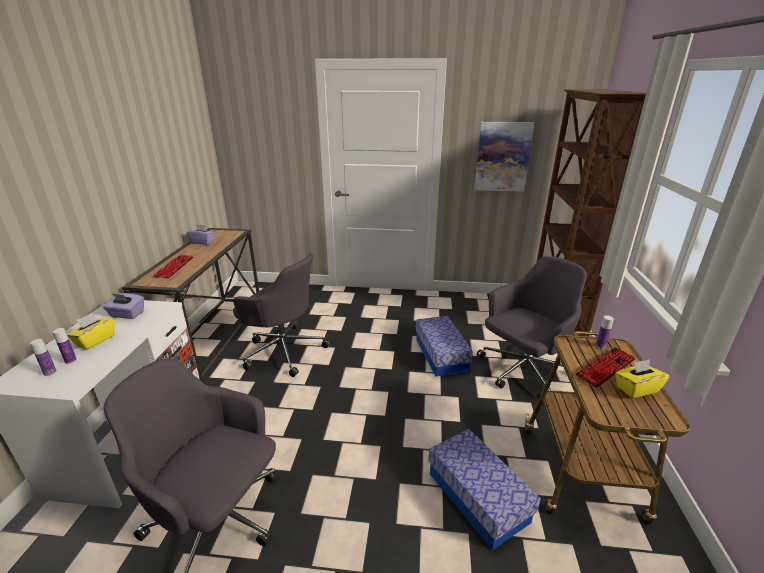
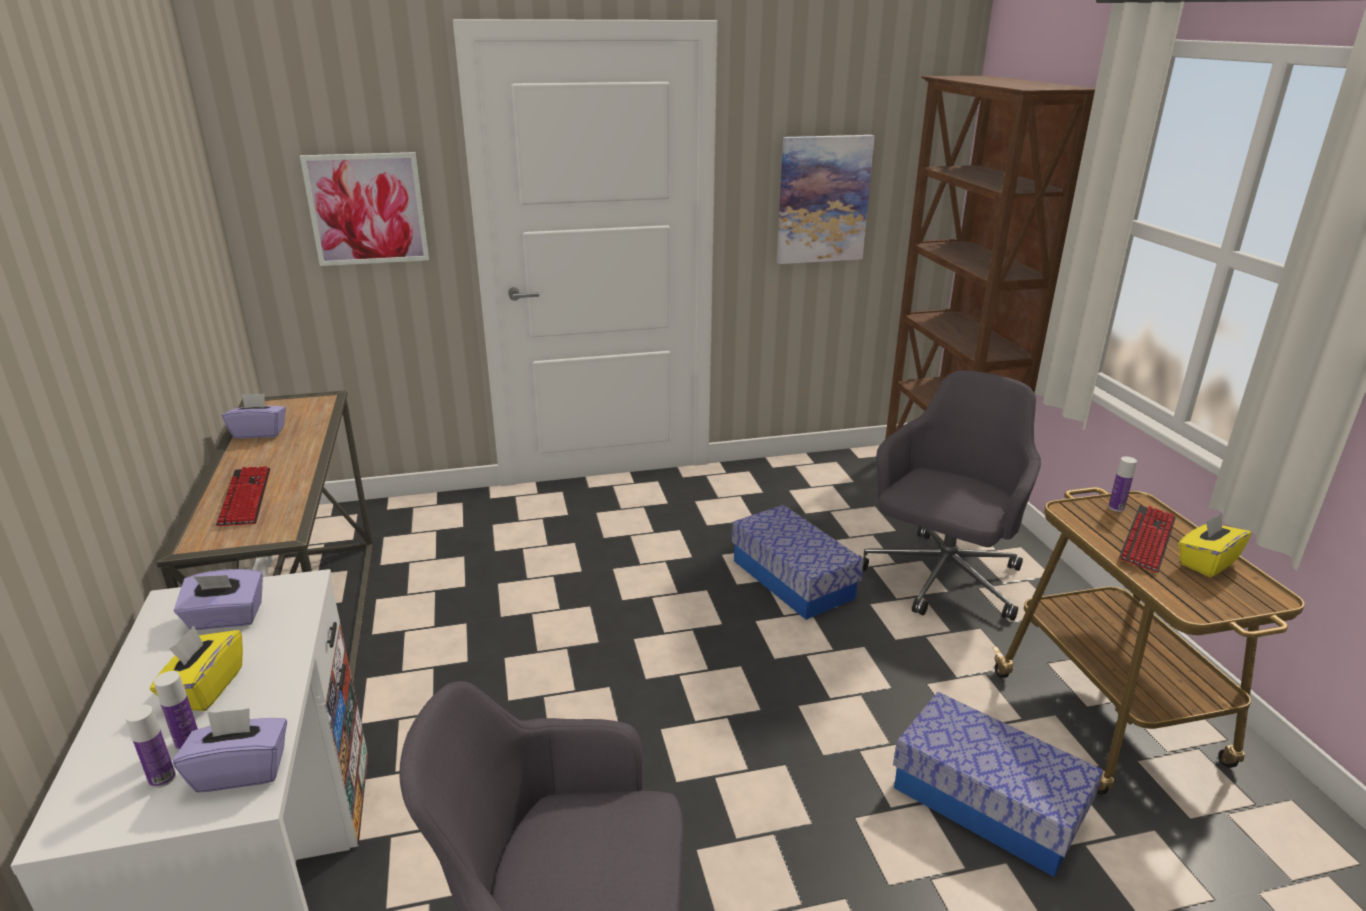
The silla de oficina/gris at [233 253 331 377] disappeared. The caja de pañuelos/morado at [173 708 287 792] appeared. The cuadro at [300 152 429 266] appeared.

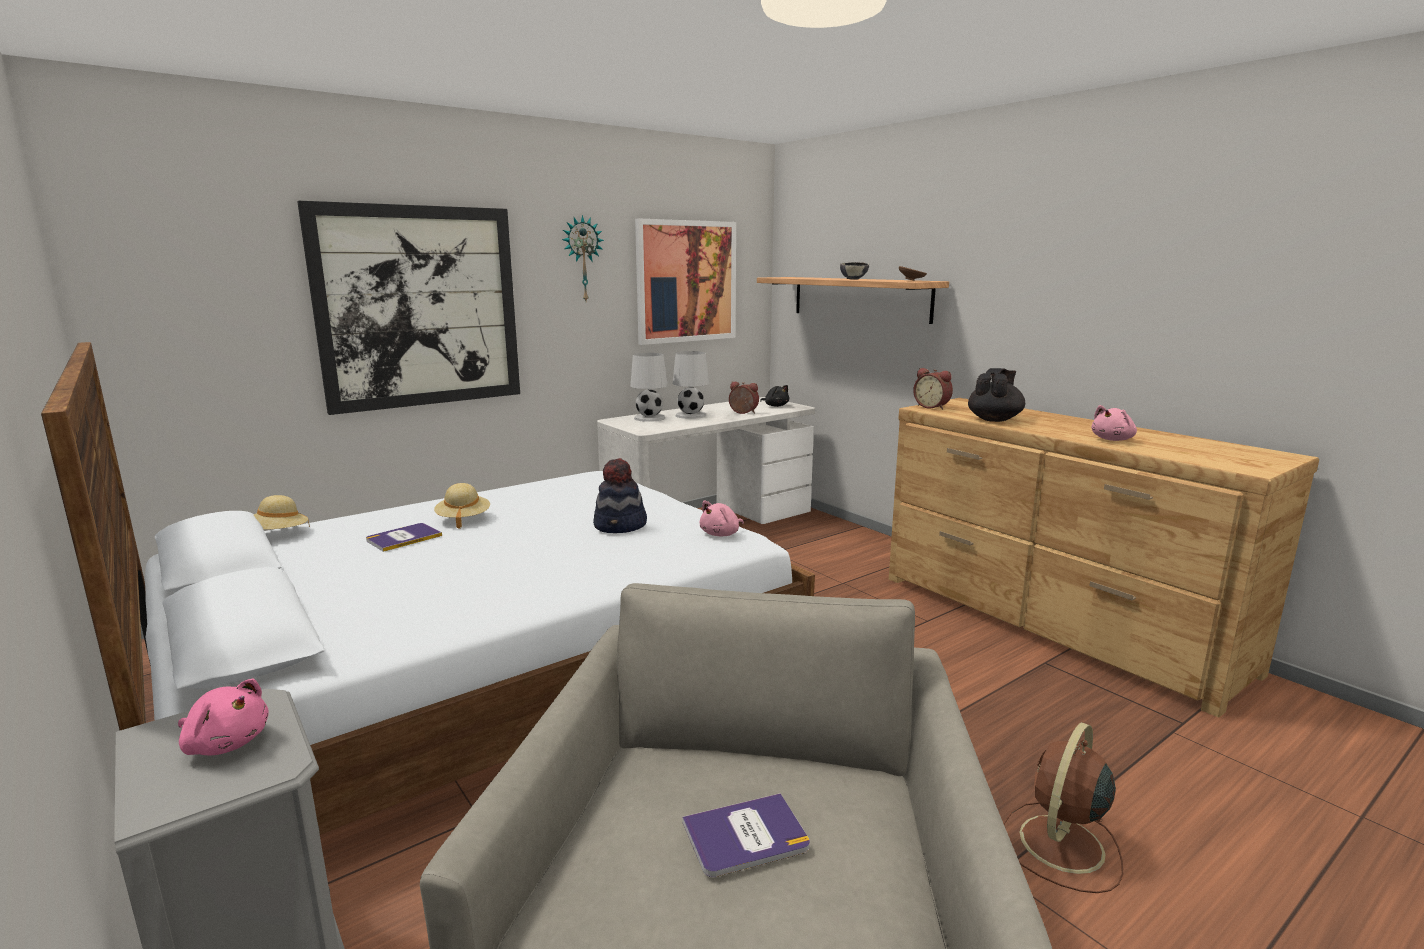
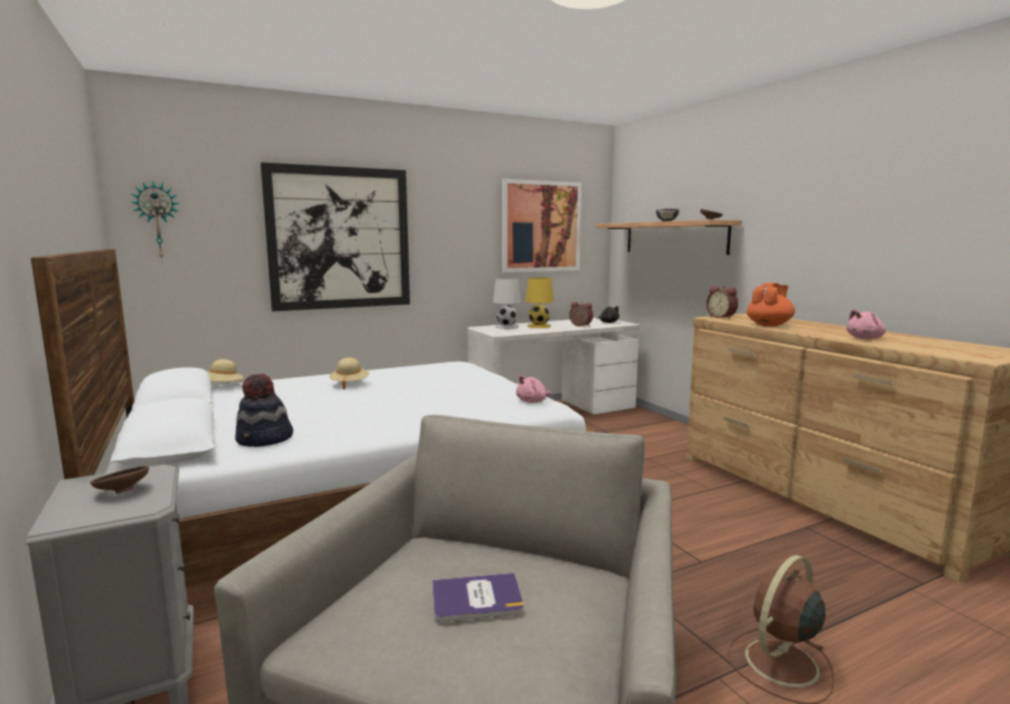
The peluche/rosa at [178 679 269 755] was replaced by the cuenco/marrón at [90 466 149 494]. The libro at [366 523 442 552] disappeared. The reloj de pared moved from [562 215 604 301] to [131 181 180 260]. The sombrero moved from [593 458 647 533] to [235 374 293 447]. The lámpara de mesa/blanco at [673 351 709 419] became the lámpara de mesa/amarillo at [526 278 554 328]. The tetera/negro at [968 368 1025 422] became the tetera/naranja at [747 283 795 326].

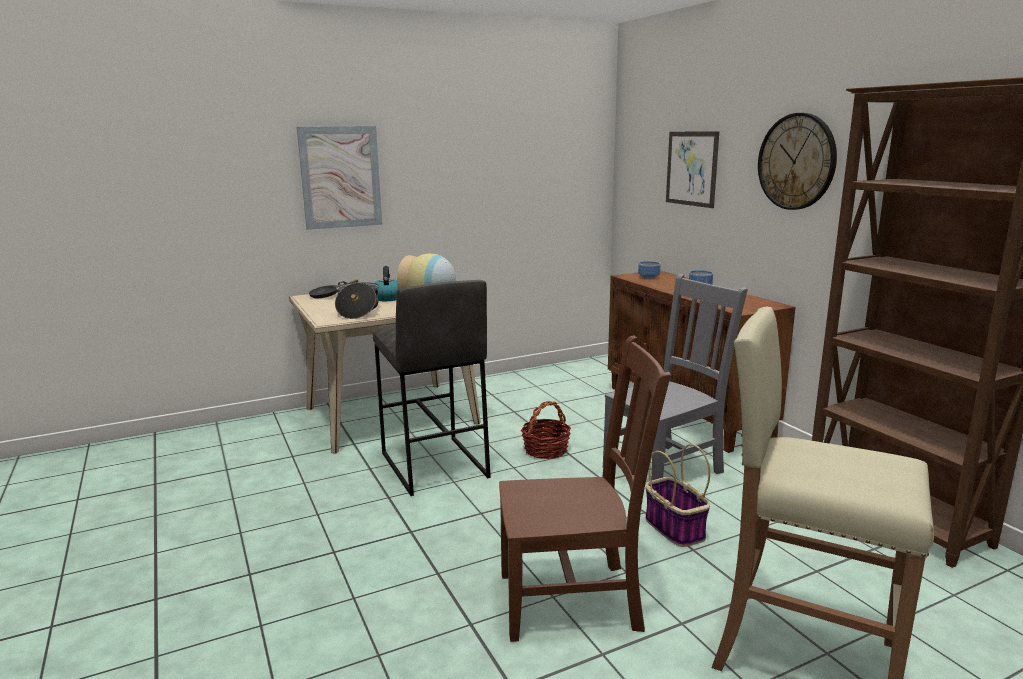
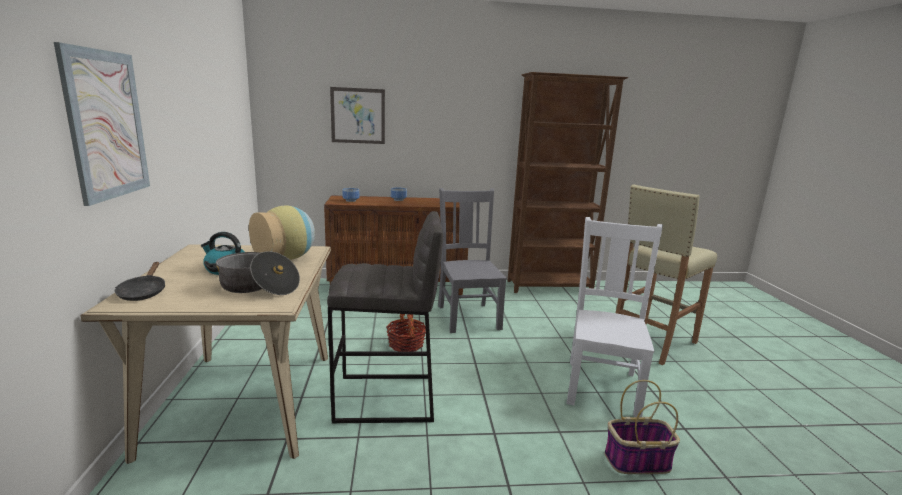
The silla/marrón at [499 335 671 642] became the silla/blanco at [567 217 663 417]. The cesta moved from [646 444 710 547] to [604 380 680 474]. The reloj de pared at [758 113 837 210] disappeared.

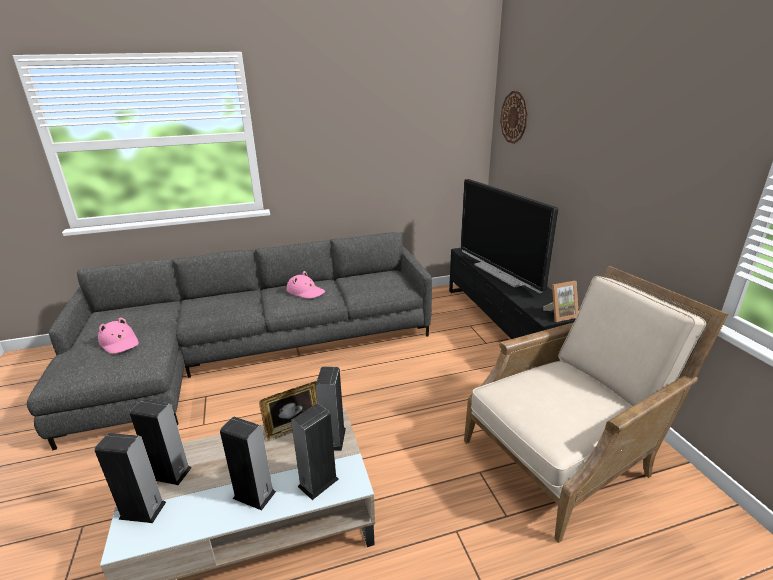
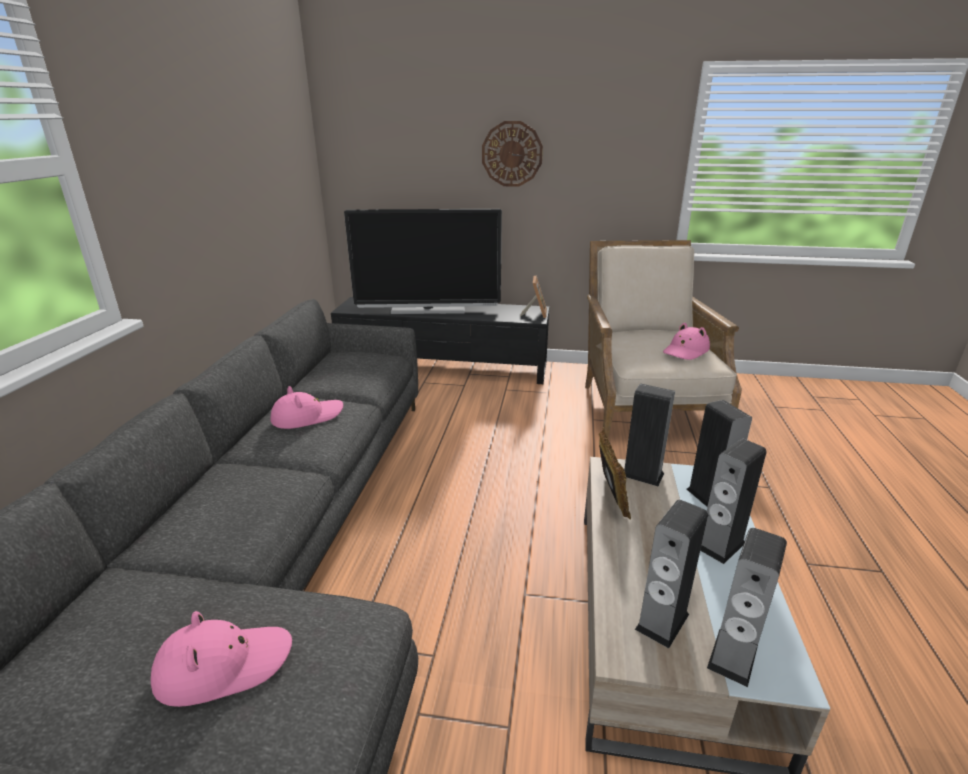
The reloj de pared moved from [500 91 528 144] to [482 121 543 187]. The sombrero/rosa at [663 323 710 360] appeared.

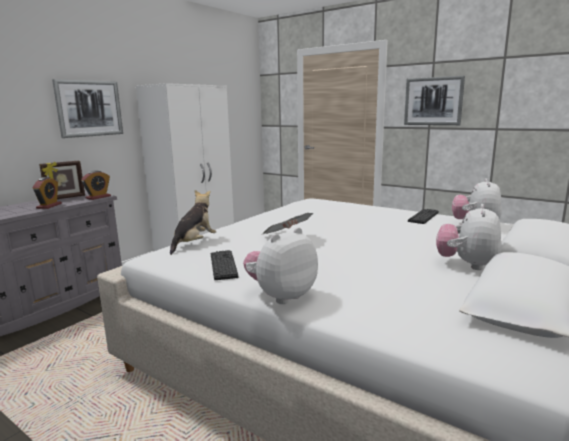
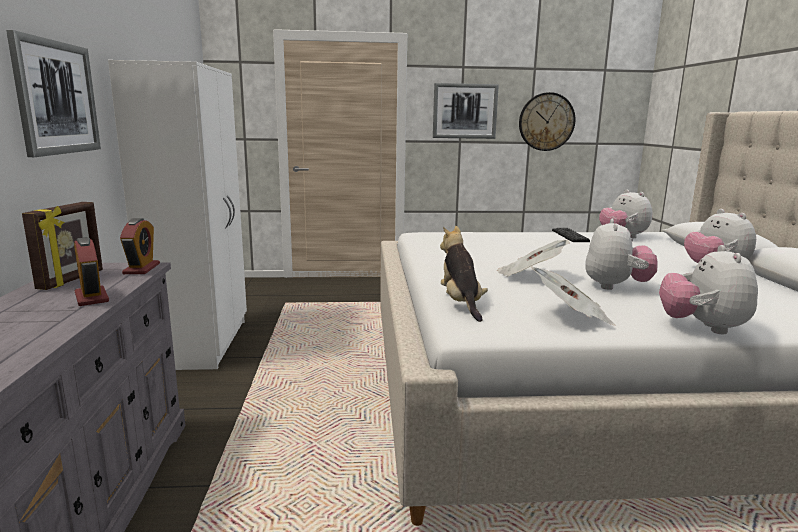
The teclado at [211 250 238 280] was replaced by the periódico at [531 267 617 326]. The reloj de pared at [519 92 575 151] appeared. The peluche at [585 219 658 290] appeared.

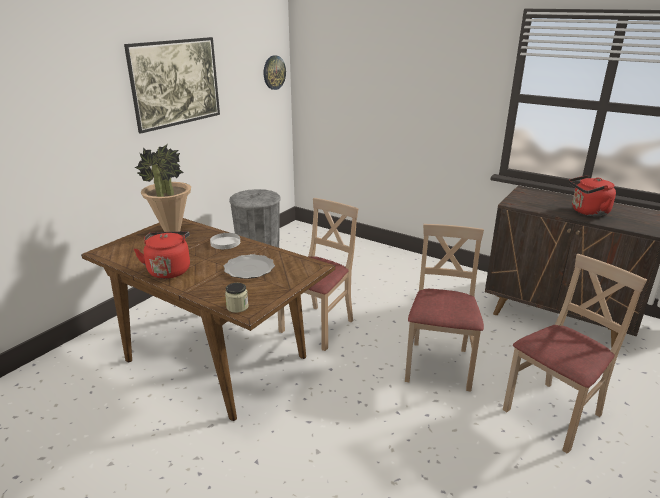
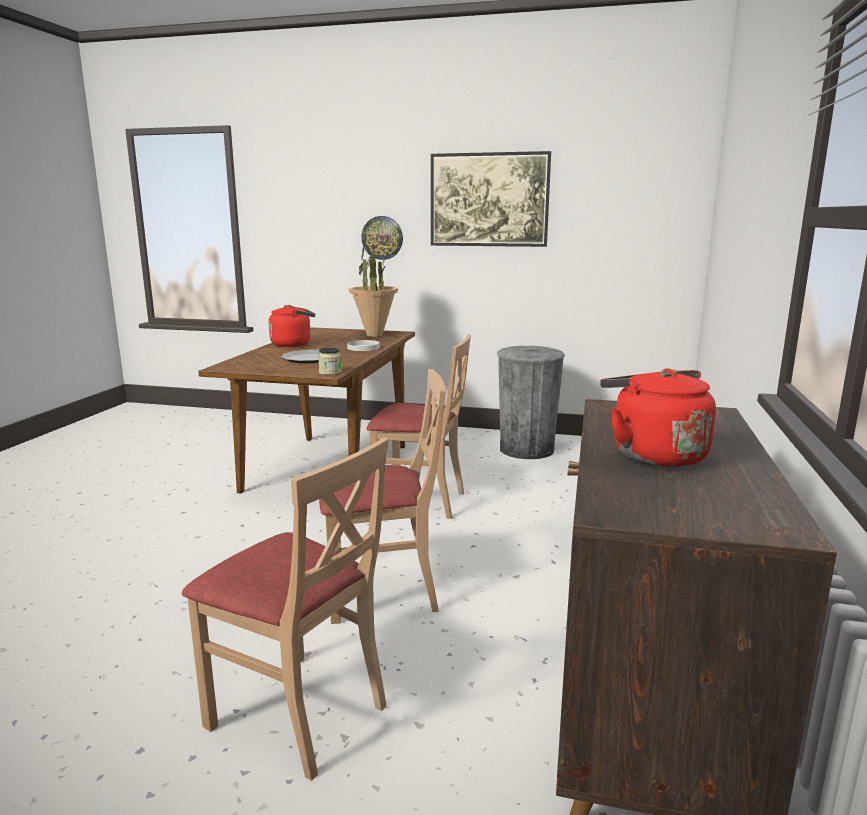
The tarro moved from [225 283 249 313] to [318 347 341 375]. The reloj de pared moved from [264 55 286 90] to [361 216 403 260].

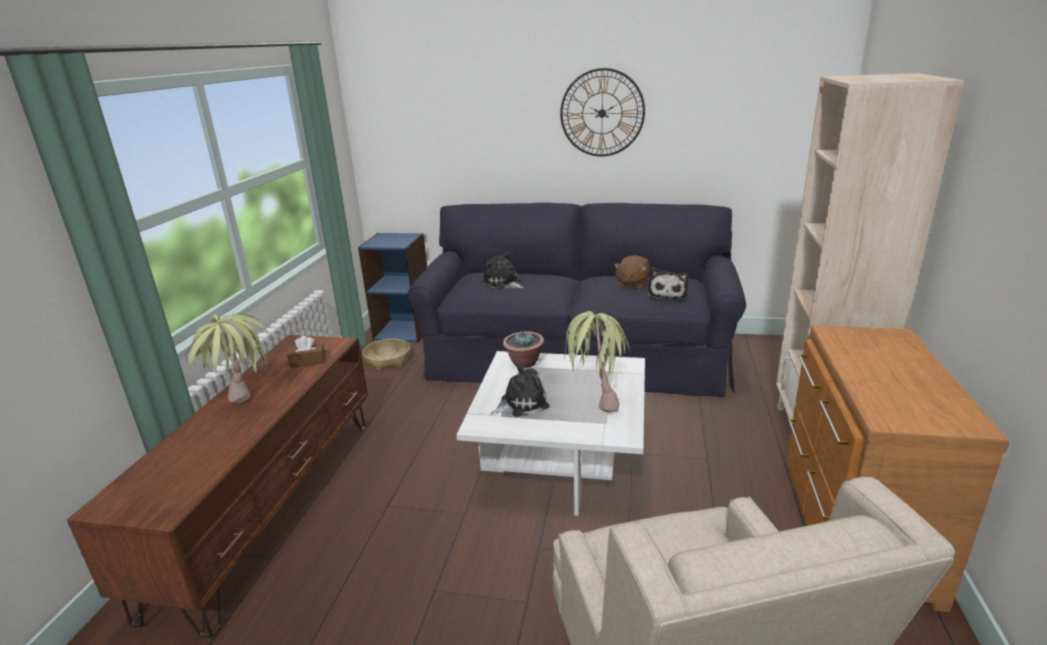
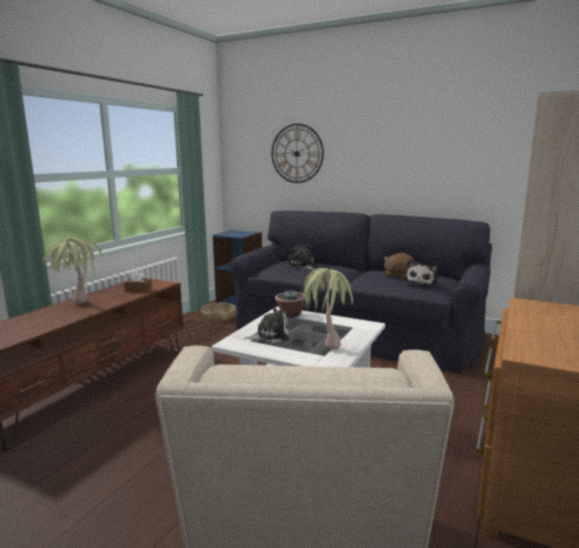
The reloj de pared moved from [560 68 645 157] to [272 124 324 183].

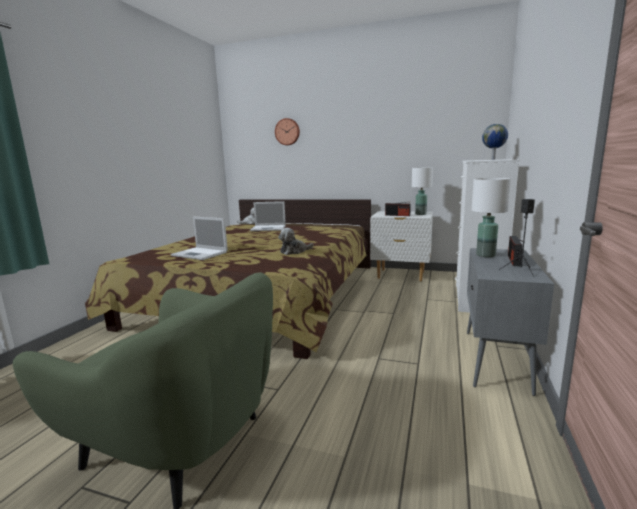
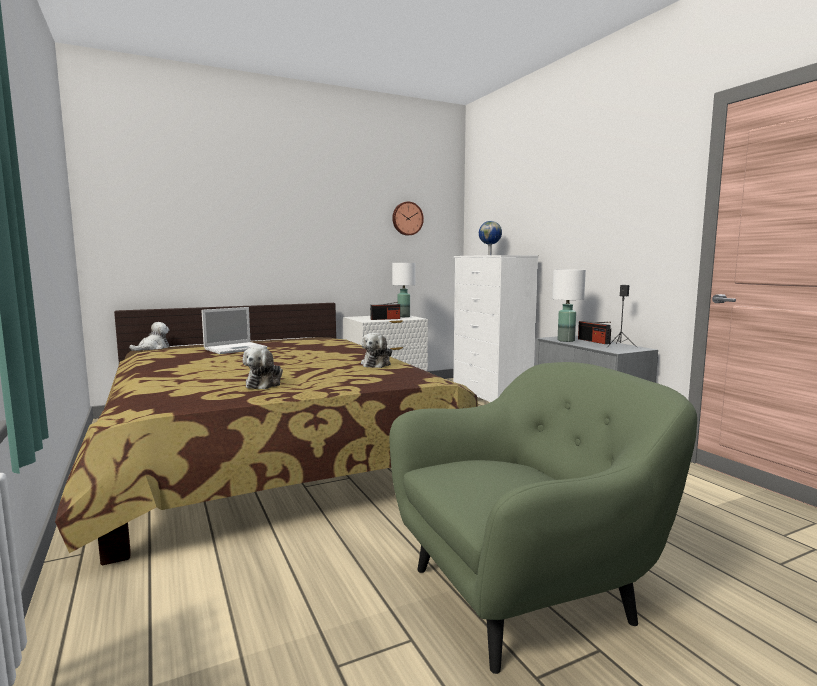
The portátil at [171 216 228 260] was replaced by the peluche at [243 346 283 389]. The reloj de pared moved from [275 118 300 145] to [392 202 424 236].

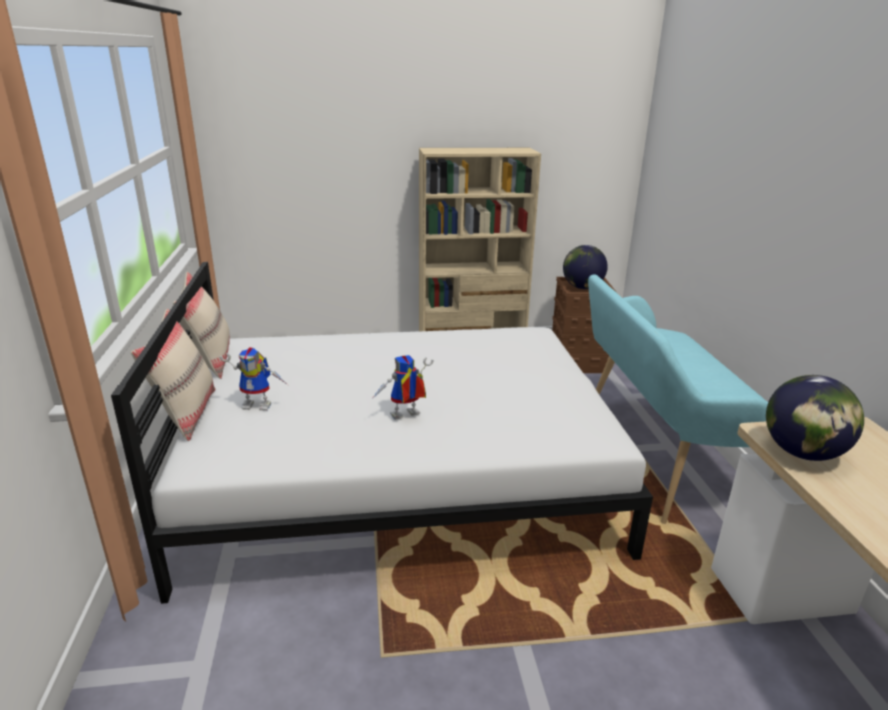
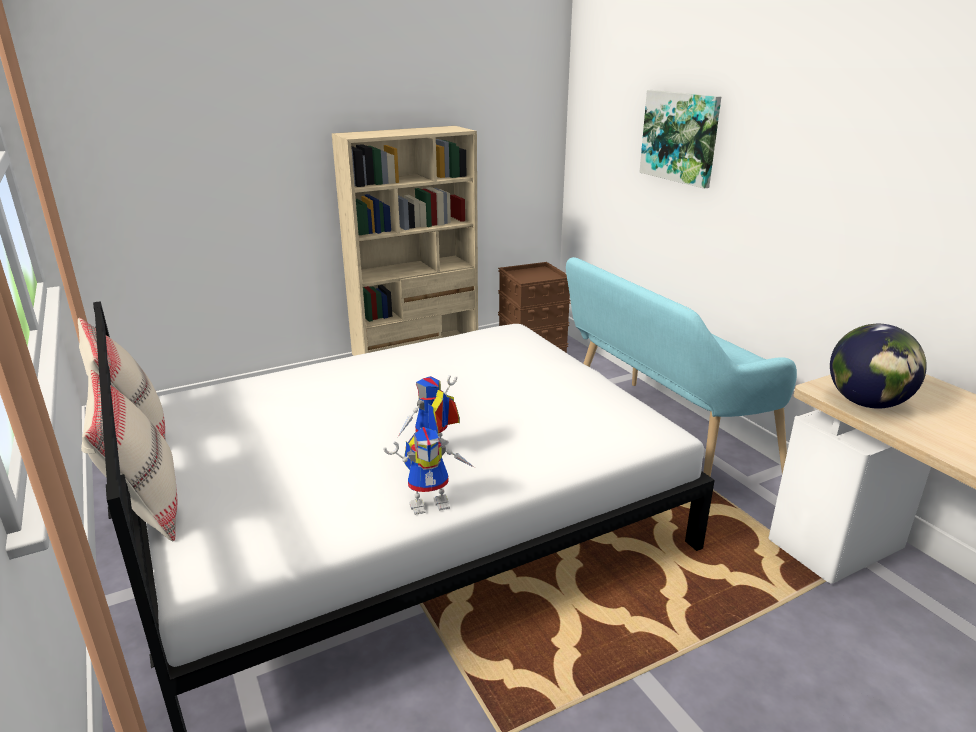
The robot de juguete moved from [220 348 288 411] to [383 427 475 515]. The globo terráqueo at [563 245 608 289] disappeared. The cuadro at [639 90 721 188] appeared.

